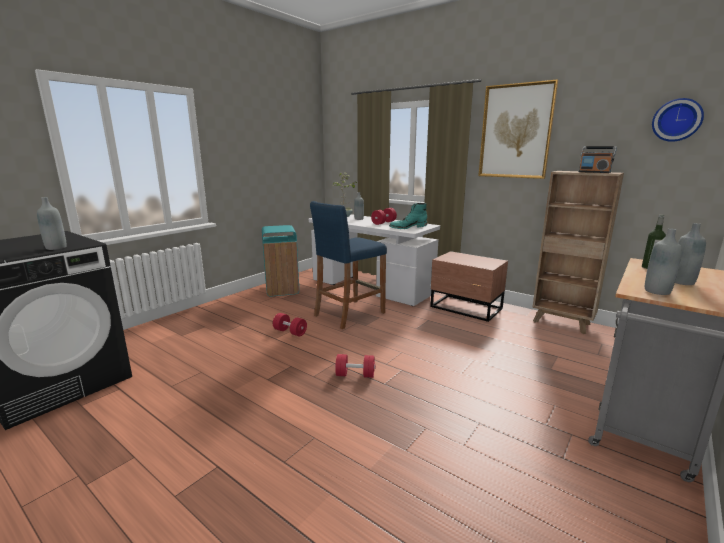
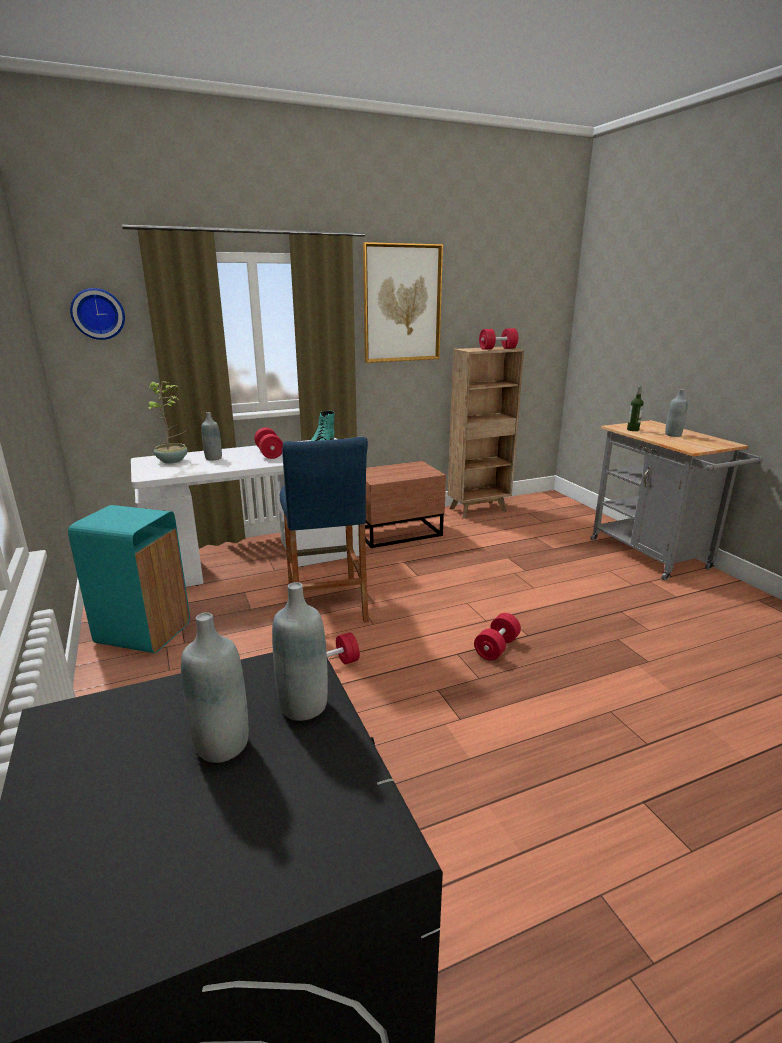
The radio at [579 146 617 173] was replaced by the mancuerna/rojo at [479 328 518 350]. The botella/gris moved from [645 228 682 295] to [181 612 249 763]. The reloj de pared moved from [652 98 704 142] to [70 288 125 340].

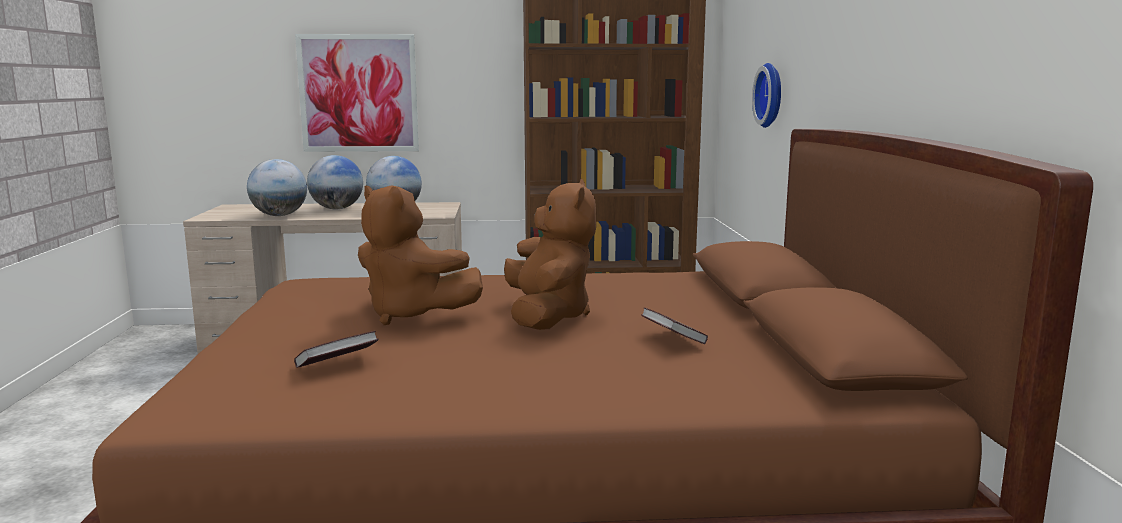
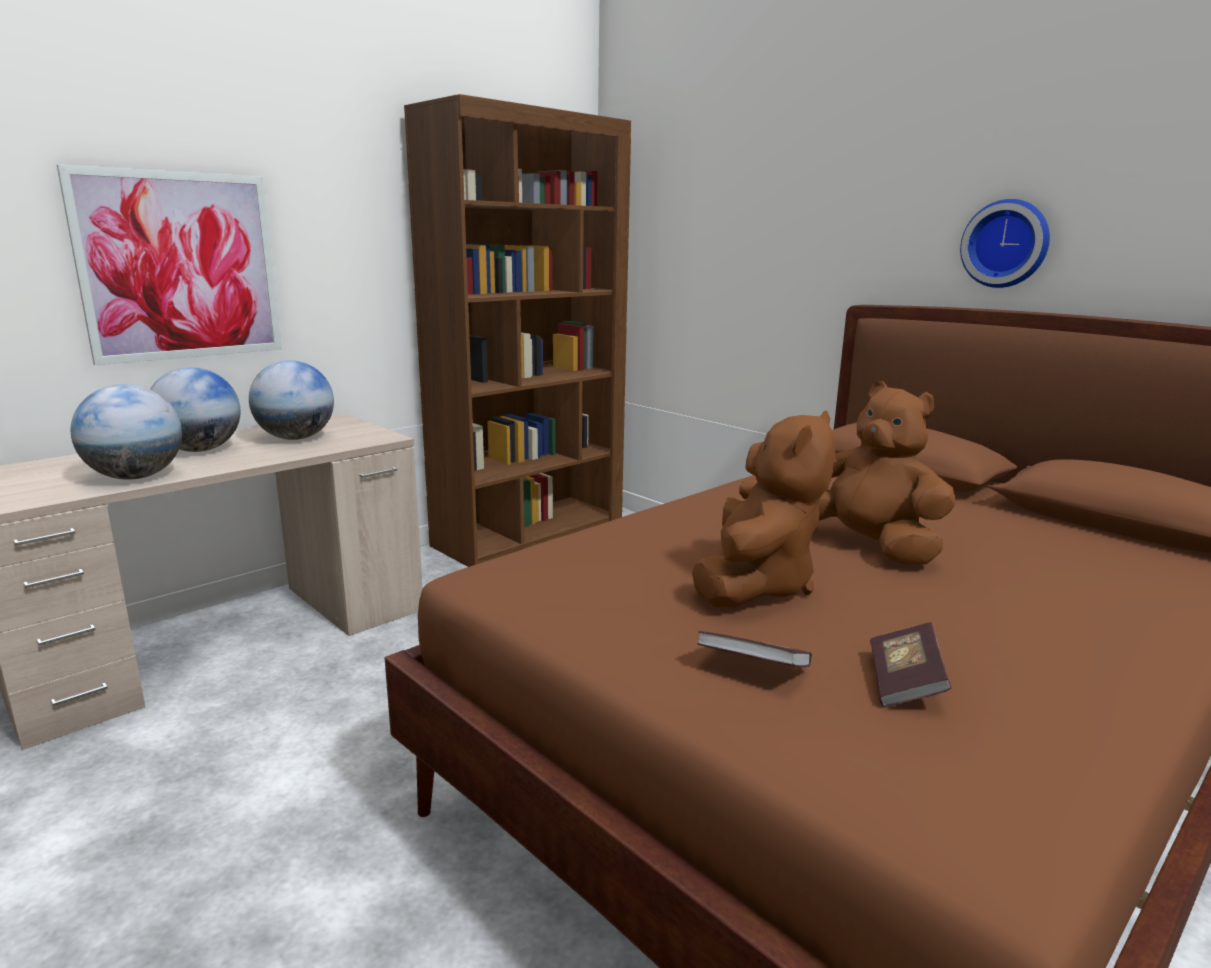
The peluche/marrón at [358 185 483 325] turned 60 degrees counterclockwise. The libro moved from [641 308 708 344] to [697 631 812 667]. The reloj de pared moved from [752 63 781 128] to [960 199 1050 288].

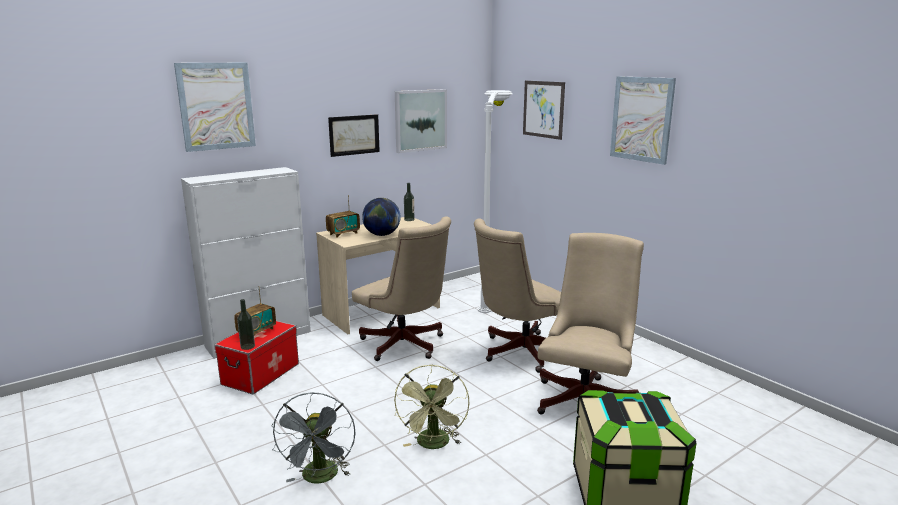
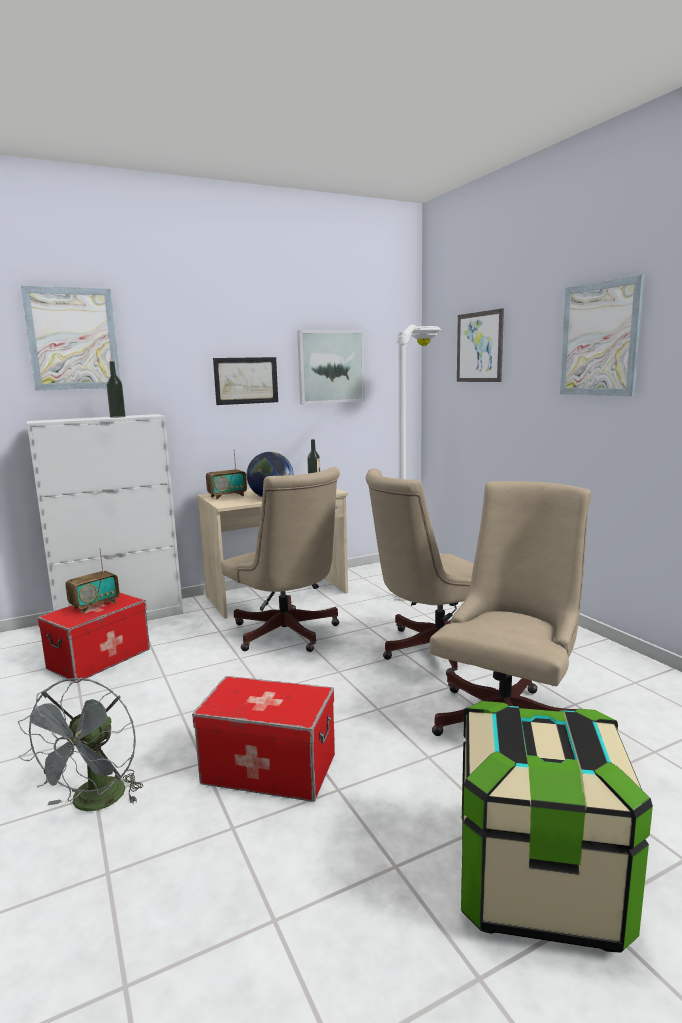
The botella moved from [237 299 255 350] to [106 361 126 418]. The ventilador/verde at [394 364 469 449] was replaced by the caja de almacenaje at [192 676 335 802].

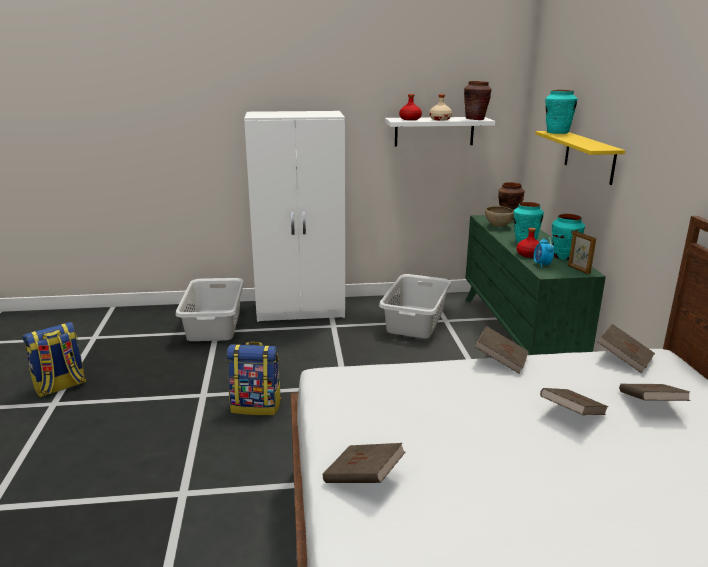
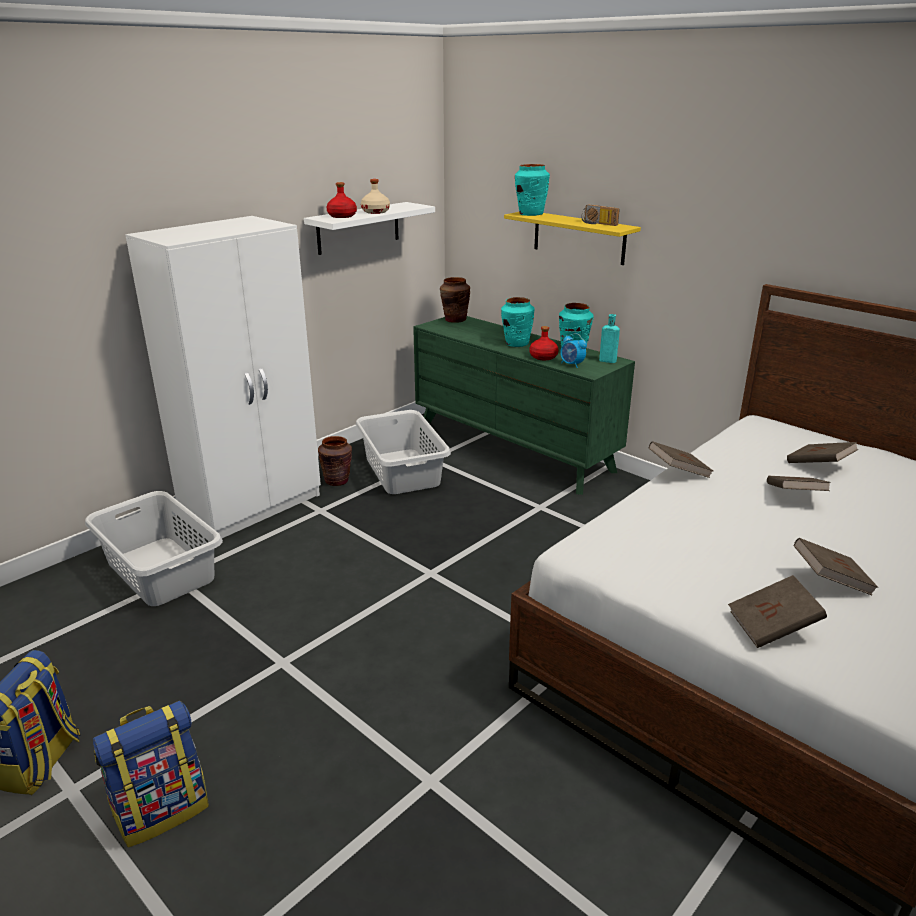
The mochila moved from [226 342 281 415] to [93 701 209 848]. The florero/marrón moved from [464 81 492 120] to [318 436 352 486]. The cuenco/marrón at [485 206 514 227] disappeared. The portarretratos at [568 231 596 274] was replaced by the botella/turquesa at [599 314 620 363]. The libro/marrón moved from [598 324 655 373] to [794 538 878 595]. The radio at [581 205 620 226] appeared.

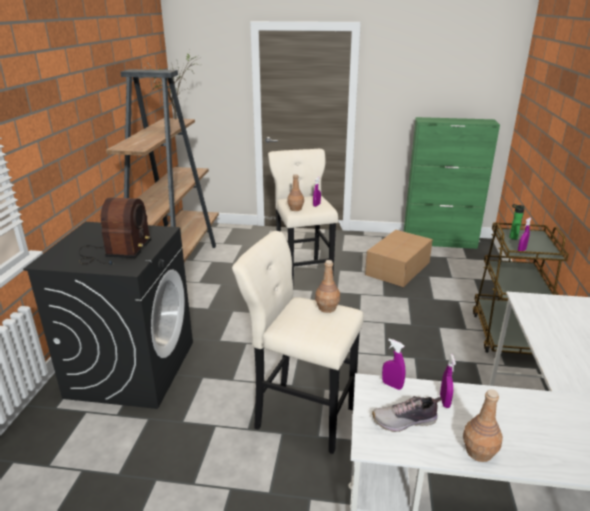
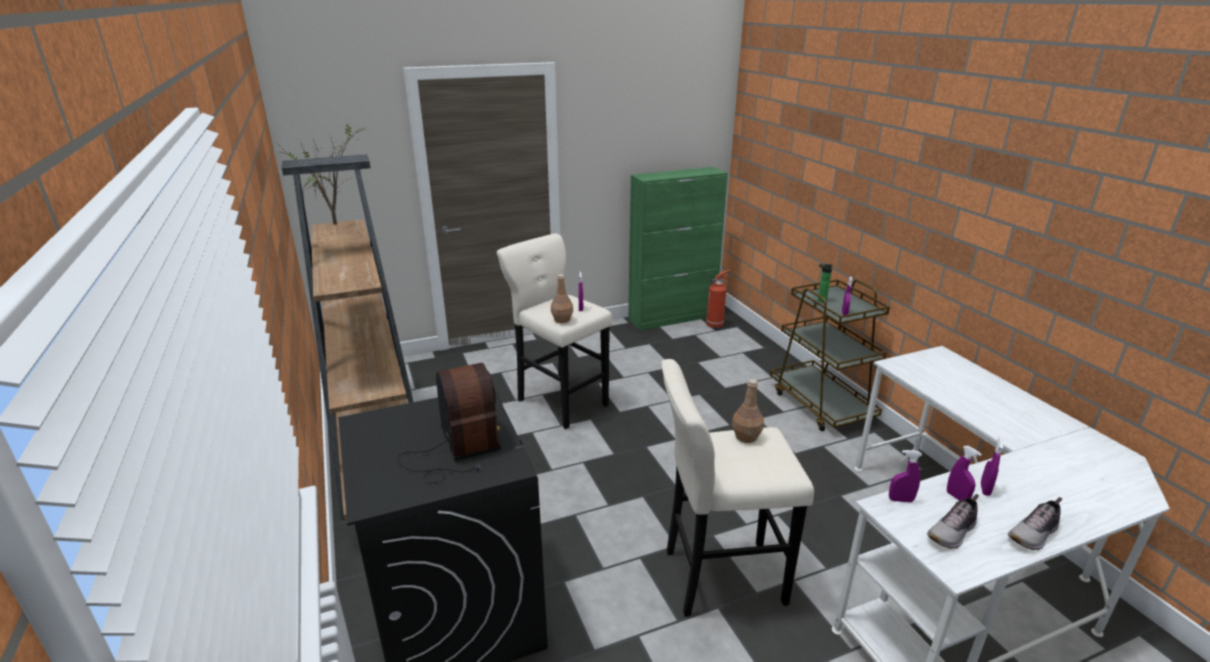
The caja de cartón at [365 230 433 287] disappeared. The botella/marrón at [463 389 503 462] was replaced by the zapato at [1008 497 1062 550]. The extintor at [706 269 732 328] appeared. The pulverizador/morado at [981 436 1003 496] appeared.

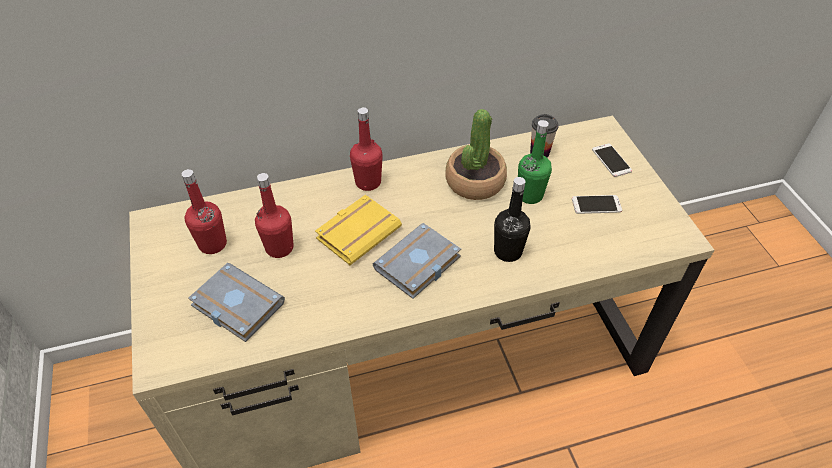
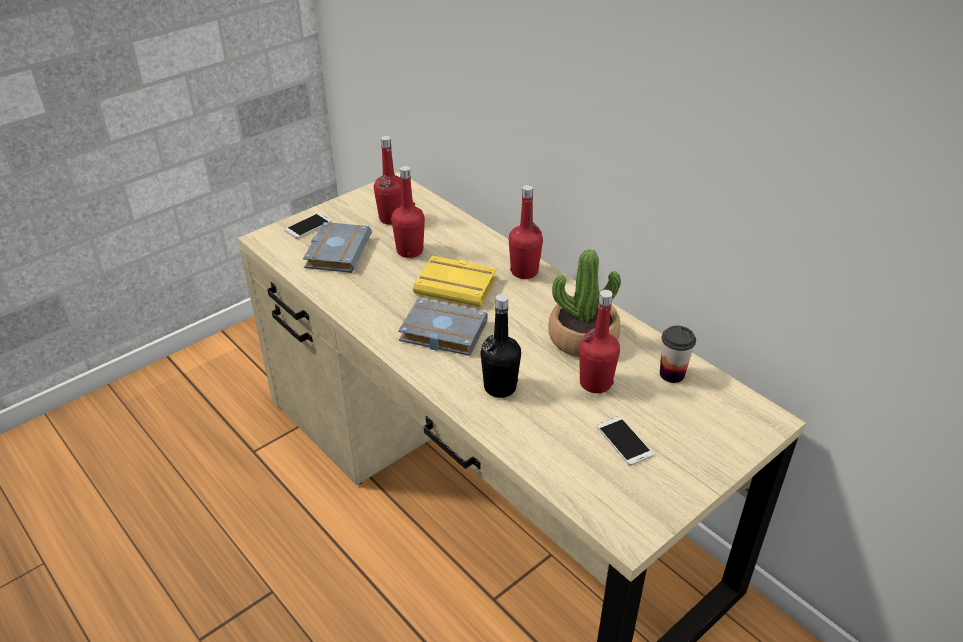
The botella/verde at [518 120 552 204] became the botella/rojo at [579 290 620 393]. The móvil moved from [592 144 632 177] to [284 213 332 239].

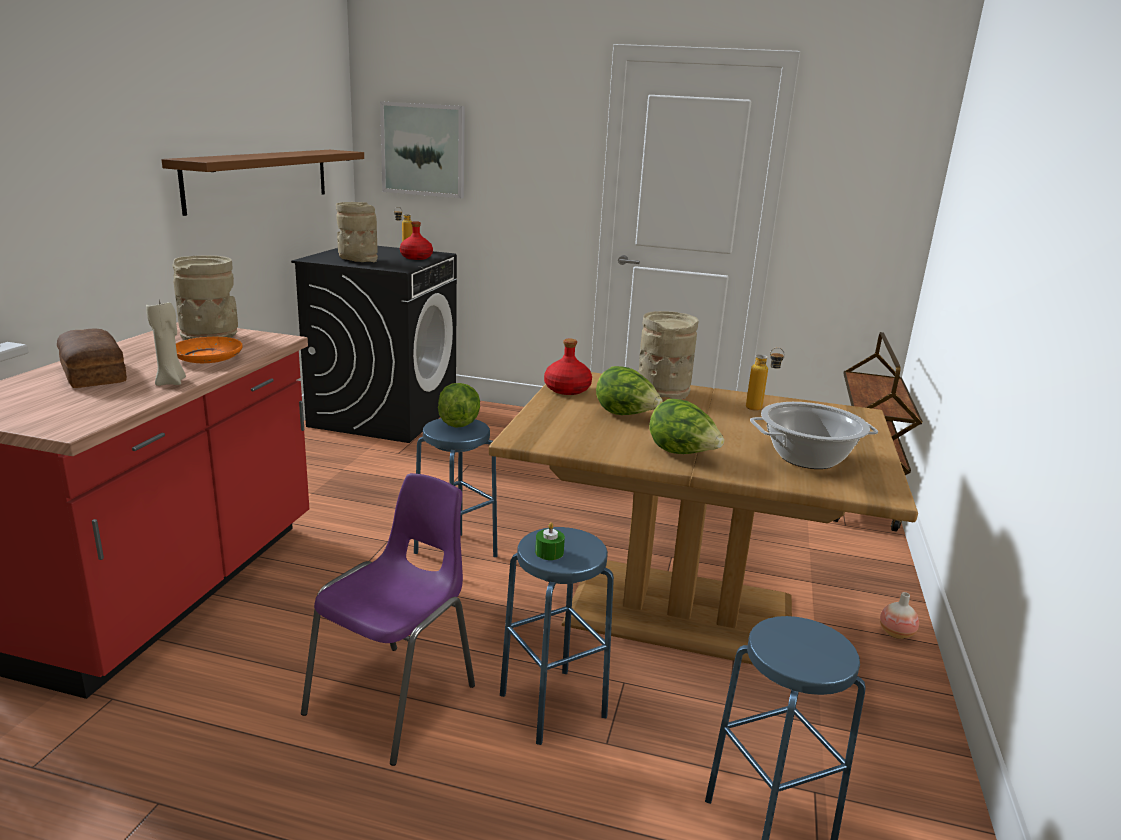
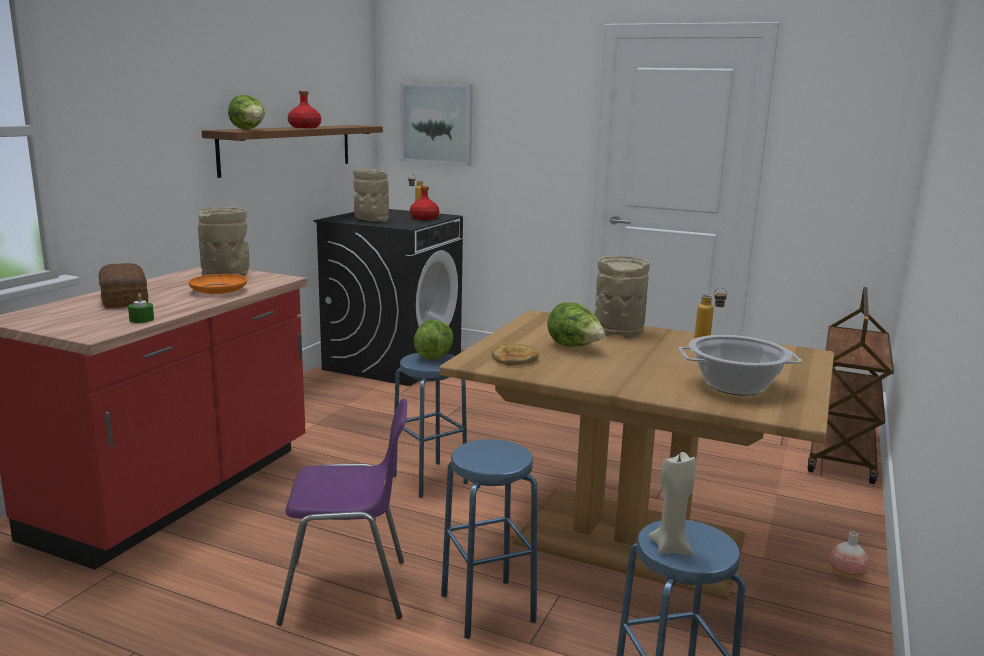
The vela/beis moved from [146 300 186 386] to [648 452 696 556]. The silla/morado at [301 473 475 766] turned 45 degrees clockwise. The vela/verde moved from [535 522 565 560] to [128 293 154 323]. The botella/rojo moved from [544 339 592 395] to [288 91 321 128]. The lechuga moved from [649 399 724 454] to [228 95 265 130]. The pan at [492 344 539 366] appeared.

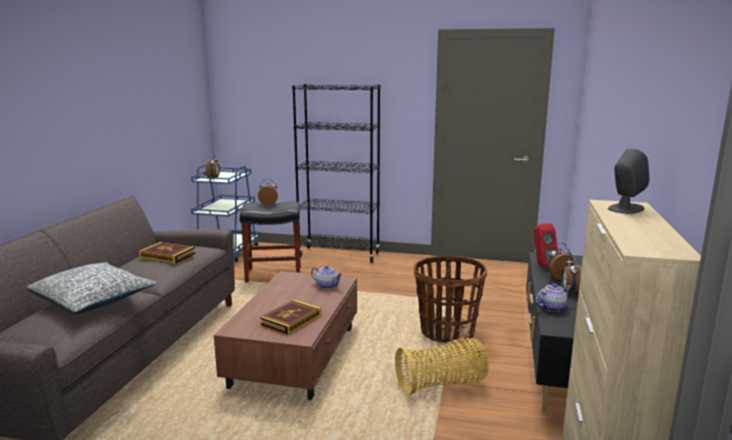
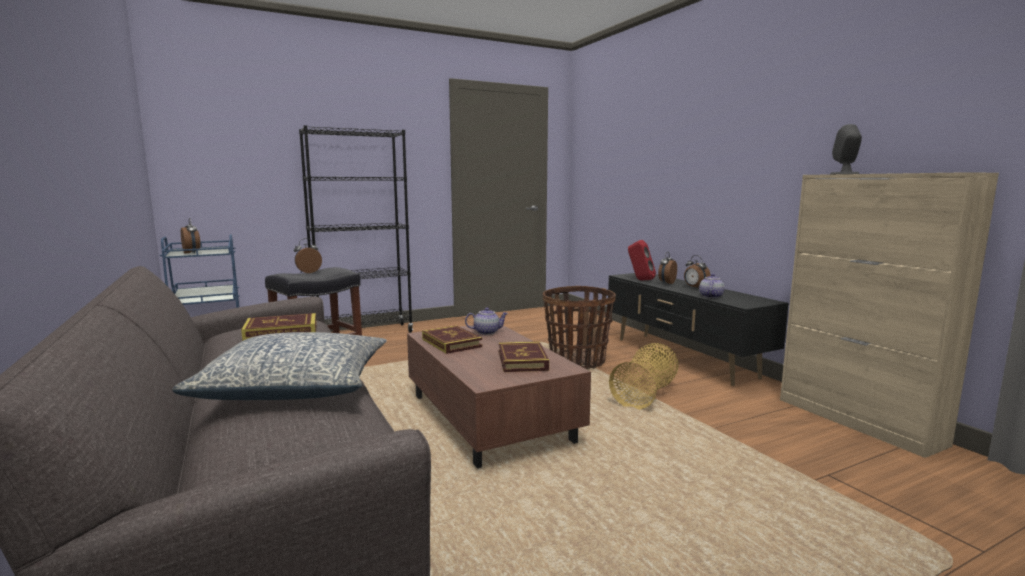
The libro at [422 325 482 354] appeared.

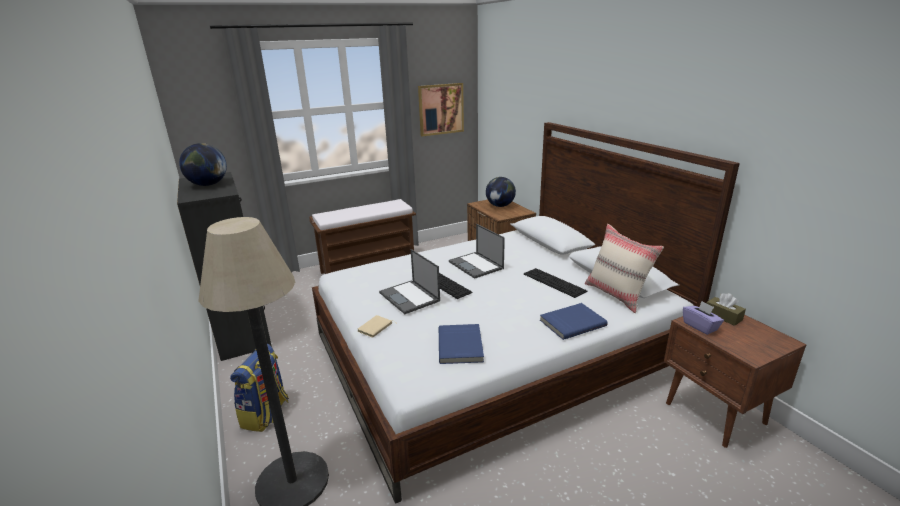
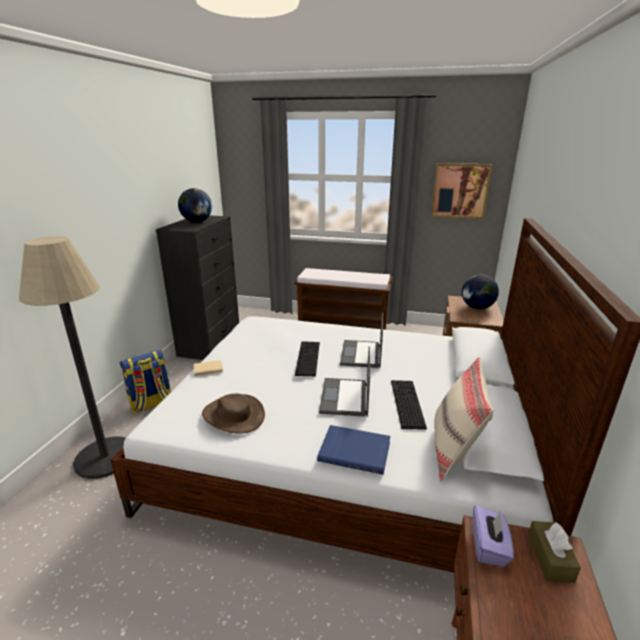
The portátil moved from [379 249 440 314] to [319 346 370 417]. The libro/azul at [439 324 484 364] was replaced by the sombrero/marrón at [202 393 265 434].

